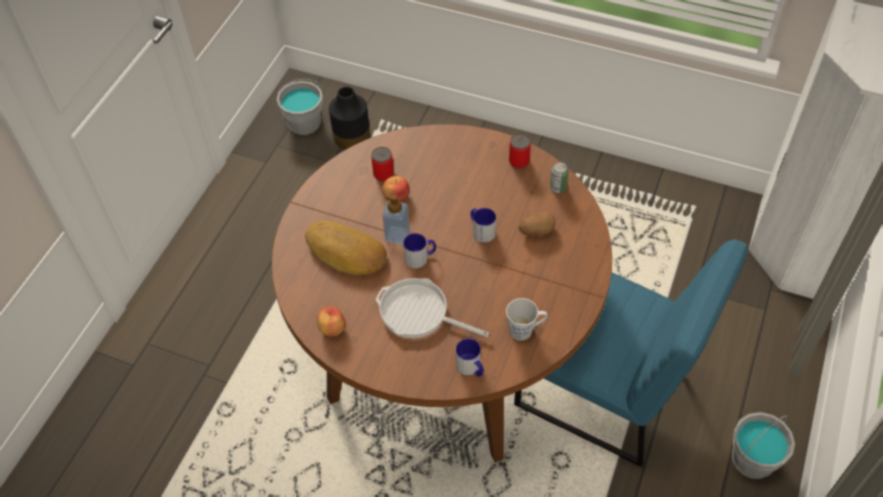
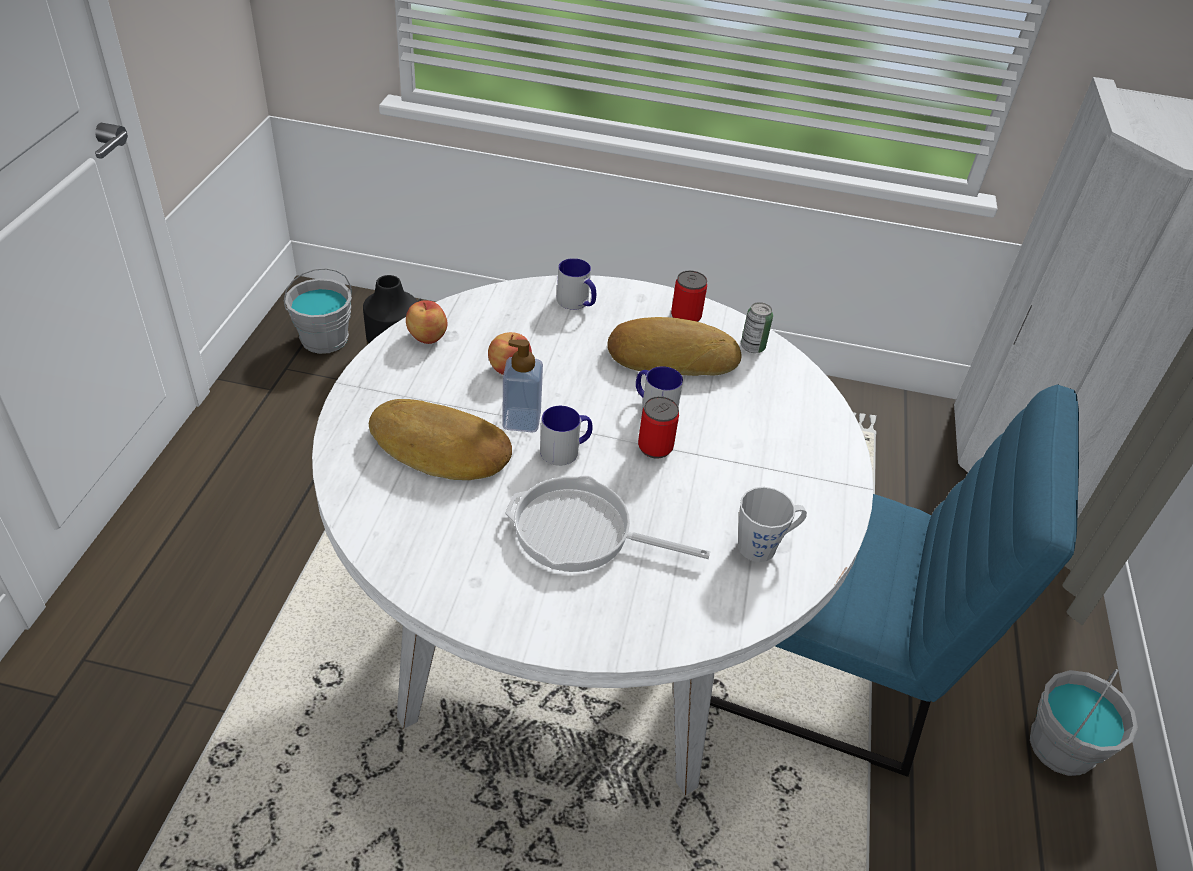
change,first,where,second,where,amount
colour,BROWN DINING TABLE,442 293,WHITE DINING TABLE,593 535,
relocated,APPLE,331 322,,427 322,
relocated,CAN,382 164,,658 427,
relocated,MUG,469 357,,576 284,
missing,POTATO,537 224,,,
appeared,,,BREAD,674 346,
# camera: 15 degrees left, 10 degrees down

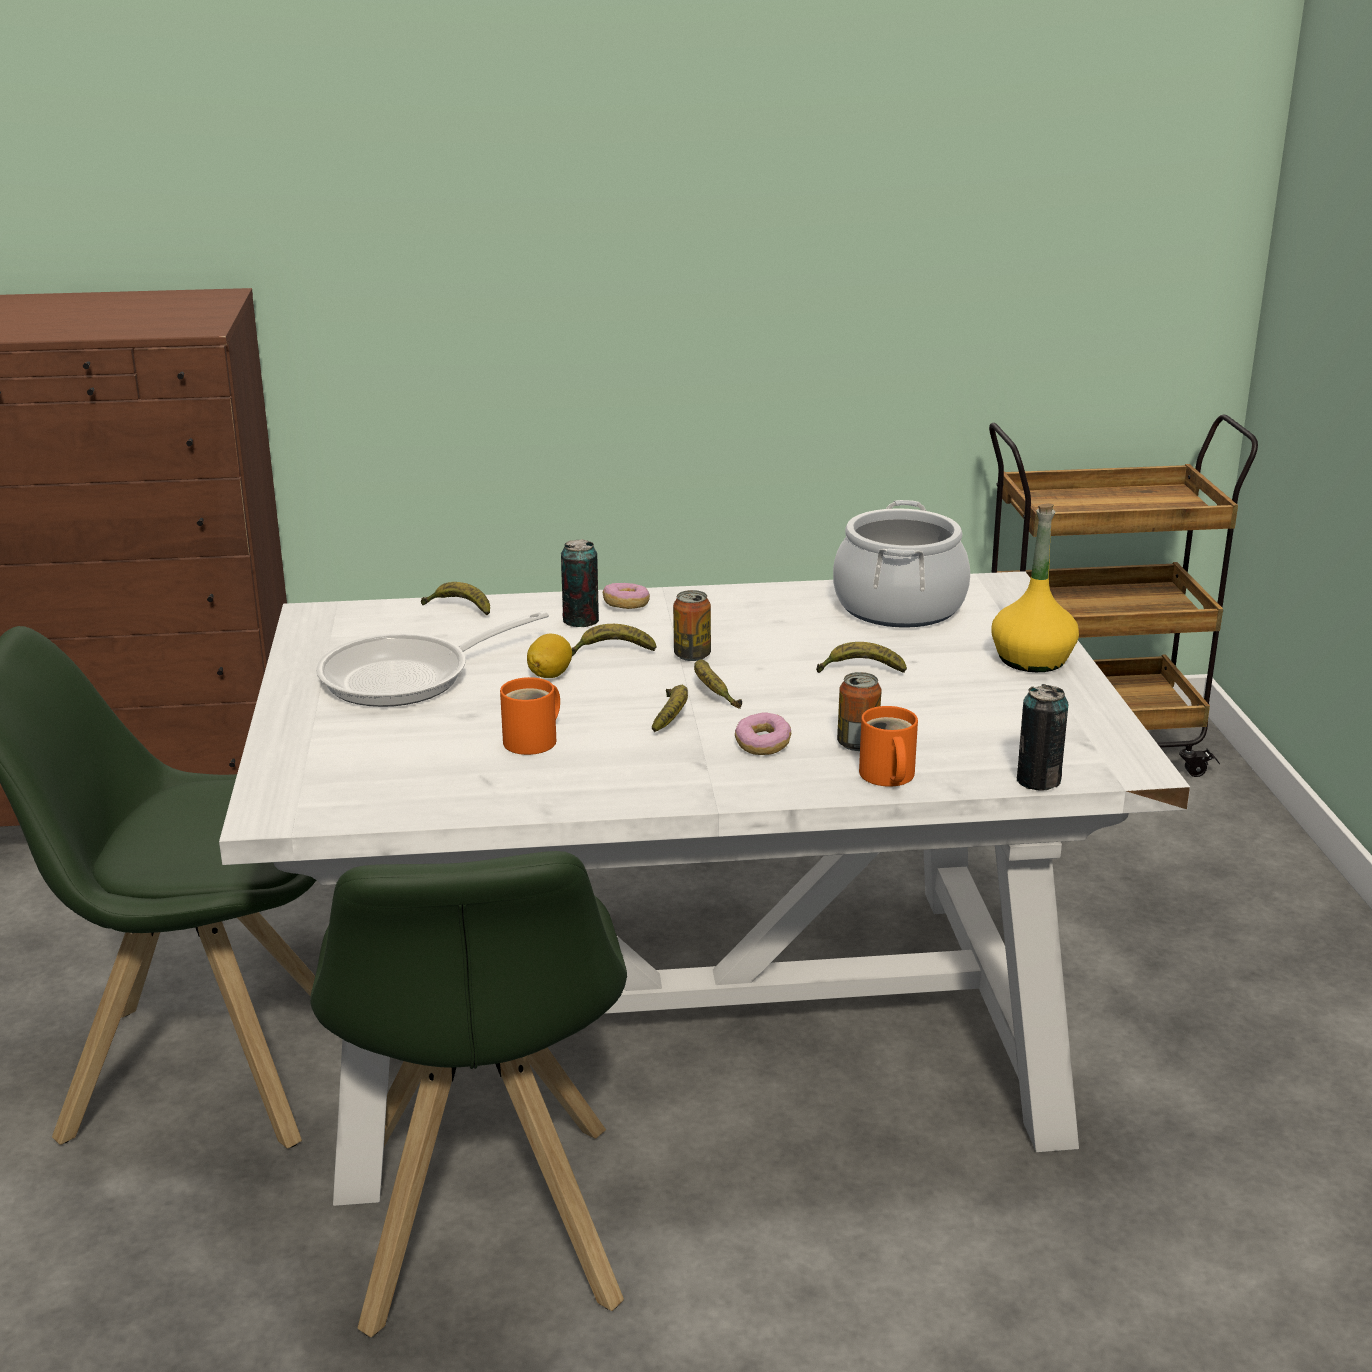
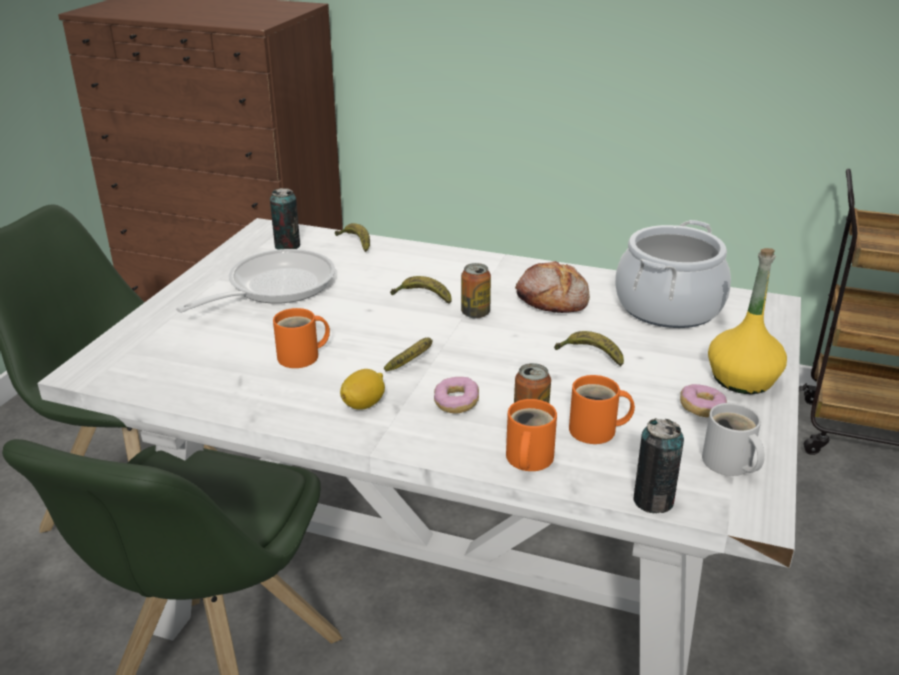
change,first,where,second,where,amount
spun,FRYING PAN,432 659,,255 281,135 degrees clockwise
relocated,LEMON,549 656,,362 389,
relocated,CAN,580 583,,285 219,
relocated,DONUT,626 596,,703 400,
missing,BANANA,718 684,,,
appeared,,,BREAD,552 287,
appeared,,,ORANGE MUG,602 409,
appeared,,,WHITE MUG,733 439,
# camera: 25 degrees right, 5 degrees up

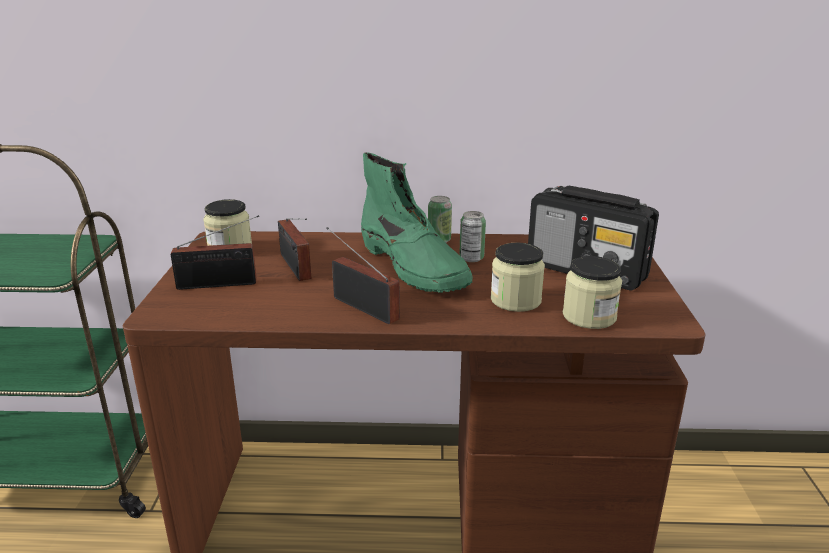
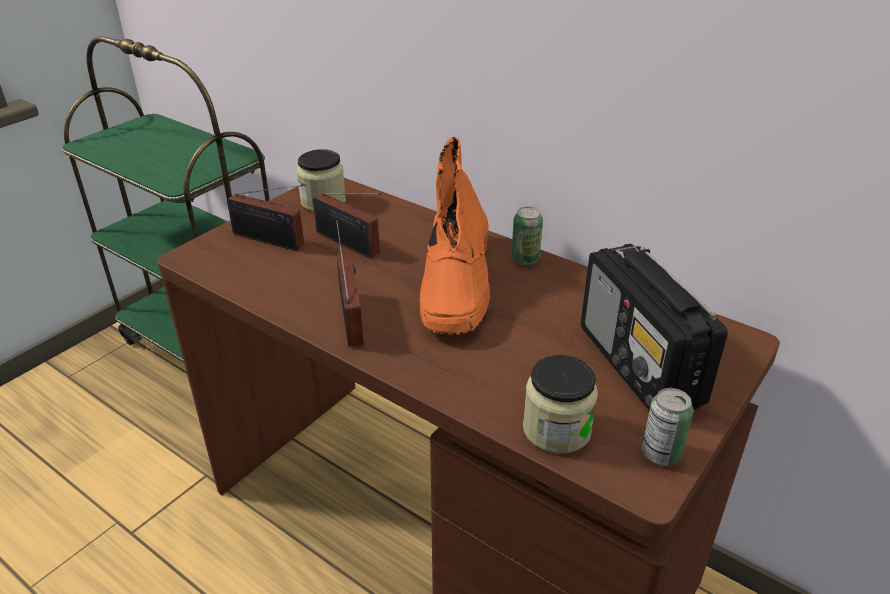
change,first,where,second,where,amount
spun,RADIO,294 249,,347 226,60 degrees counterclockwise
colour,GREEN BOOT,417 222,ORANGE BOOT,455 236,
relocated,CAN,472 236,,667 427,
missing,JAR,517 277,,,
# camera: 35 degrees right, 10 degrees up

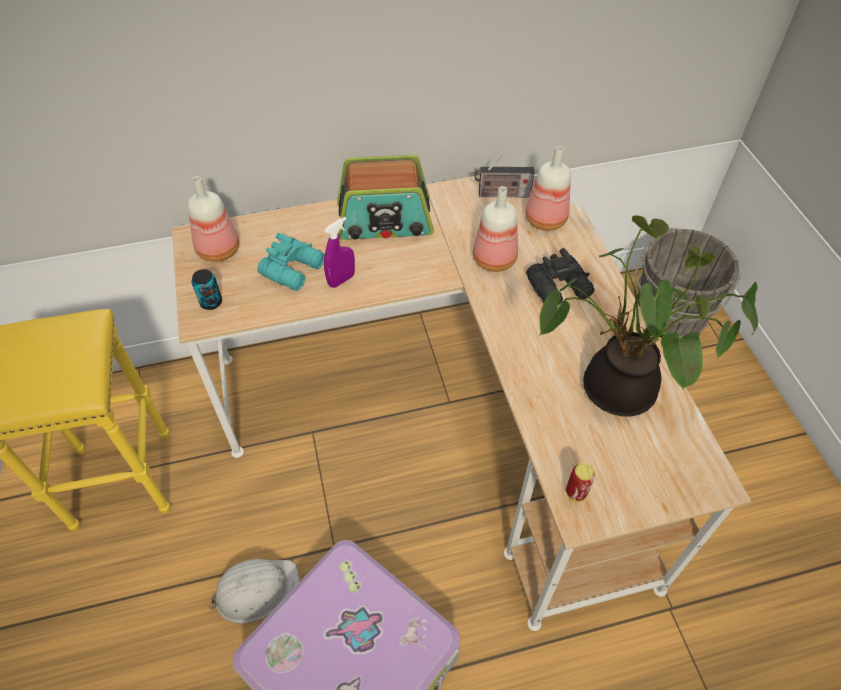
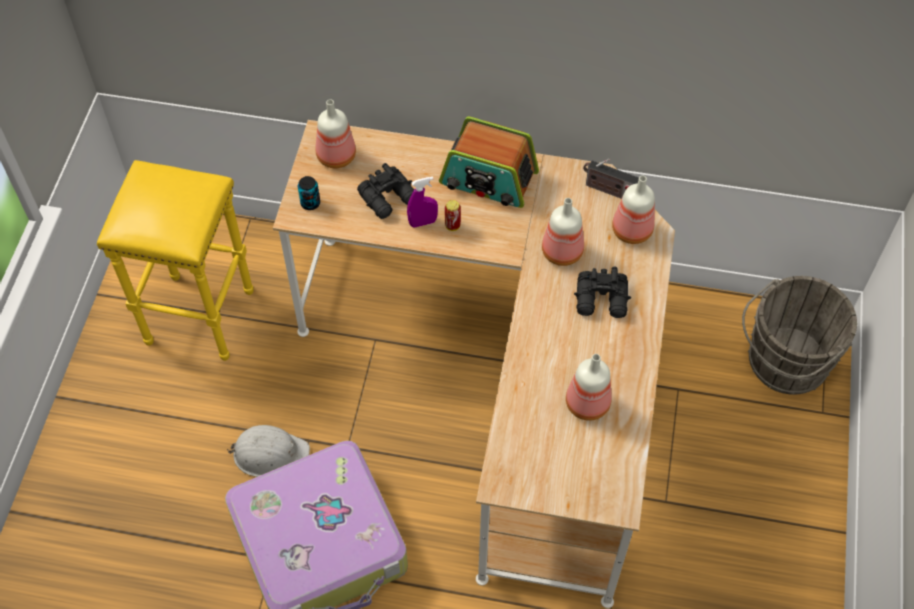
change,first,where,second,where,amount
colour,TURQUOISE BINOCULARS,291 262,BLACK BINOCULARS,385 191,
exchanged,POTTED PLANT,648 315,BOTTLE,589 387,
relocated,CAN,580 482,,453 215,
# camera: 25 degrees right, 5 degrees up

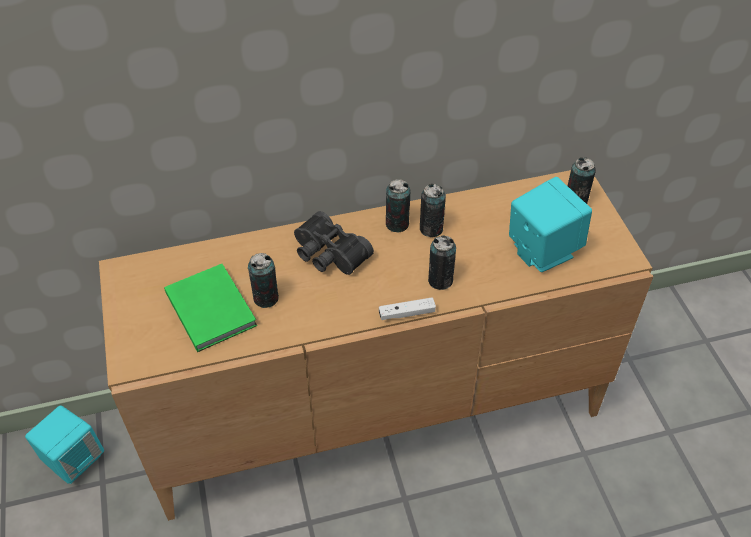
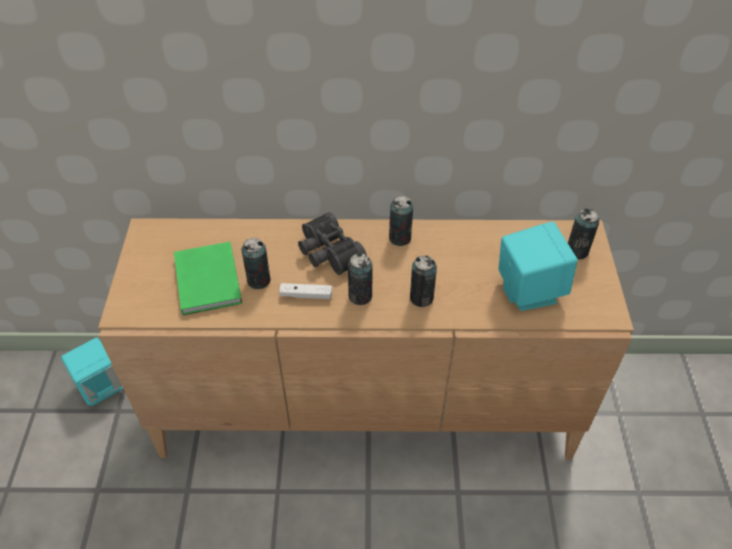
change,first,where,second,where,amount
relocated,WHITE GAME CONTROLLER,407 308,,305 291,
relocated,CAN,433 210,,360 279,
# camera: 15 degrees right, 0 degrees up

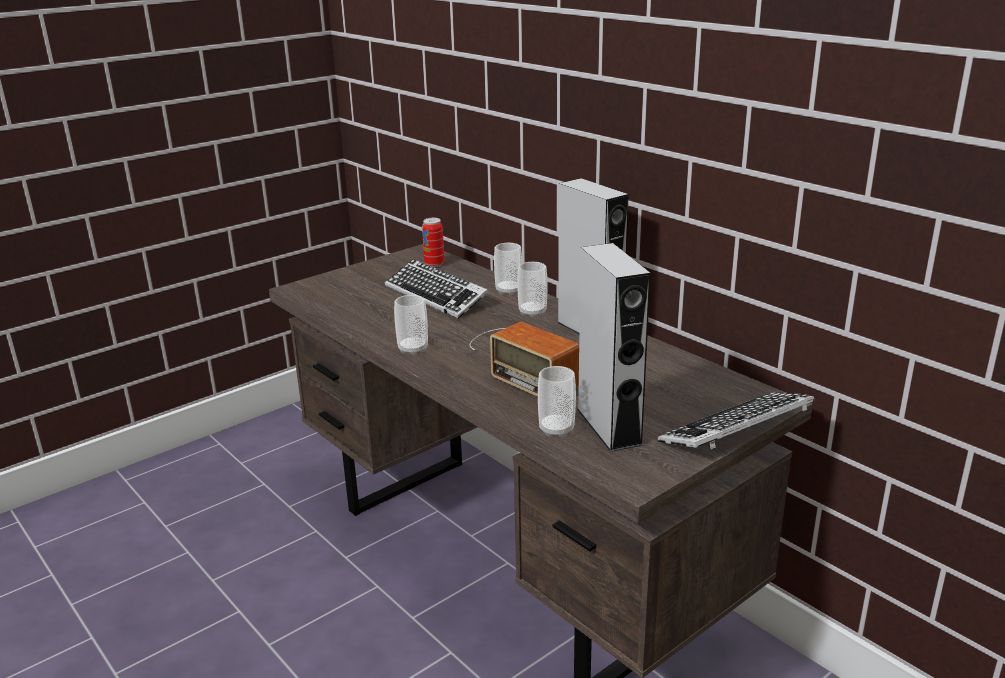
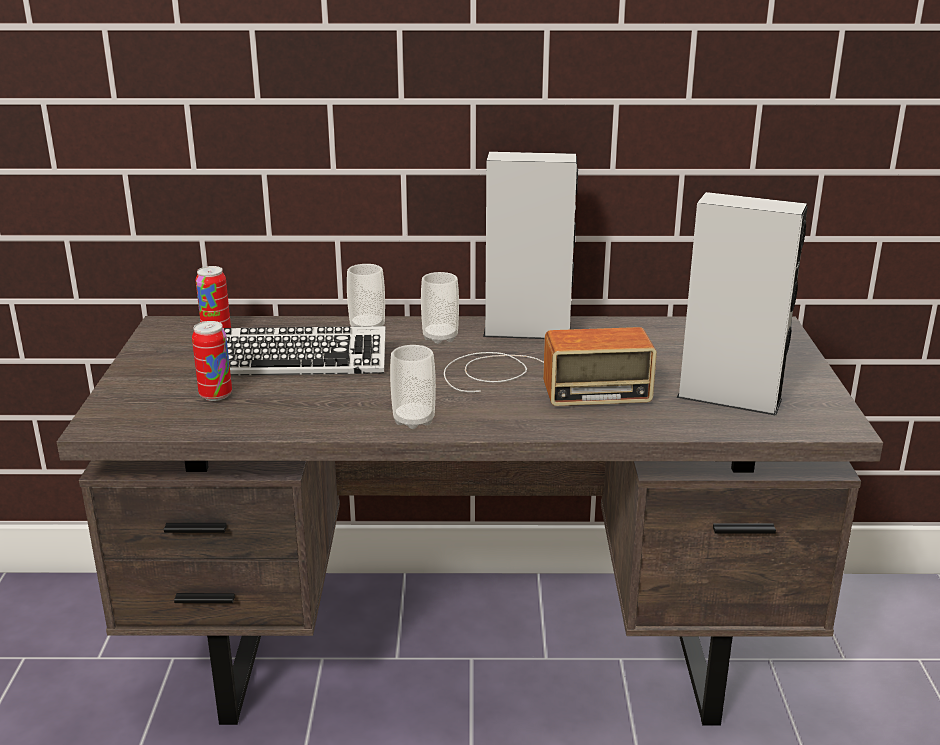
change,first,where,second,where,amount
missing,CUP,557 401,,,
missing,KEYBOARD,736 420,,,
appeared,,,CAN,212 361,
# camera: 50 degrees left, 0 degrees up

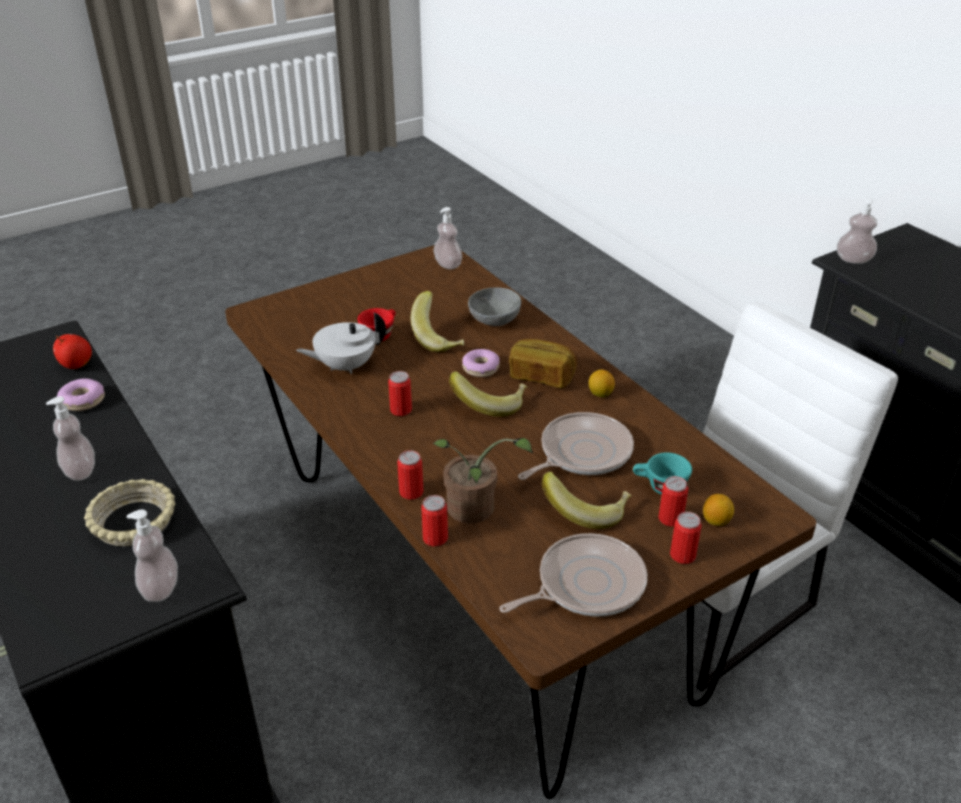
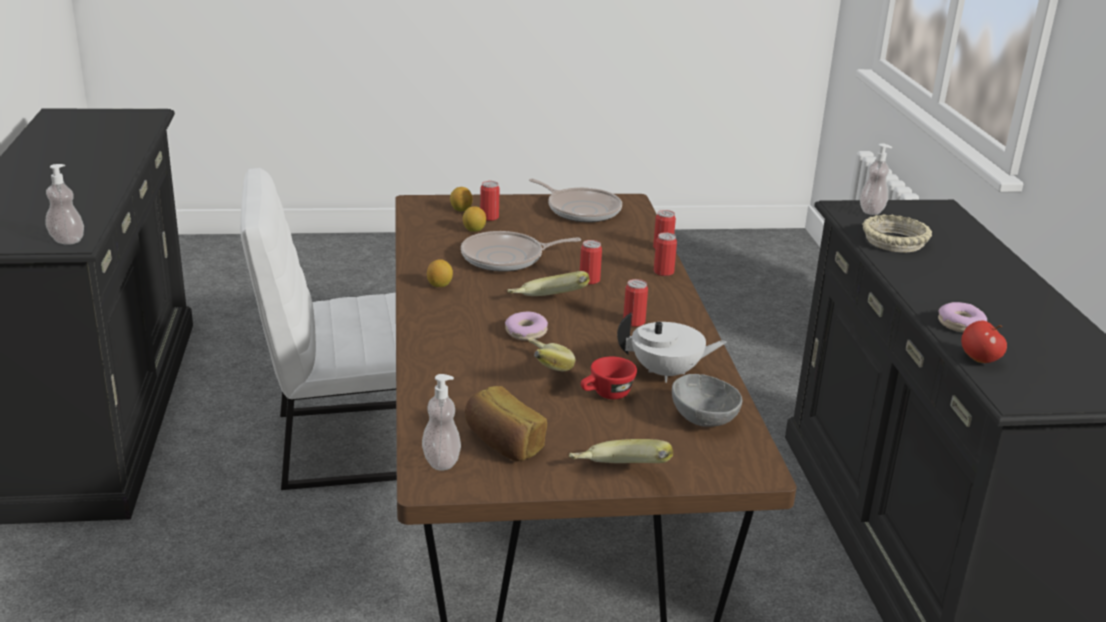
change,first,where,second,where,amount
missing,SOAP DISPENSER,70 438,,,
missing,POTTED PLANT,483 480,,,
relocated,GREY BOWL,494 306,,707 400,
spun,FRYING PAN,573 574,,575 200,135 degrees counterclockwise
relocated,BREAD,543 363,,506 423,
relocated,BANANA,587 500,,621 451,
exchanged,TURQUOISE CUP,662 474,LEMON,474 219,
relocated,CAN,686 538,,591 262,
# camera: 155 degrees left, 10 degrees down

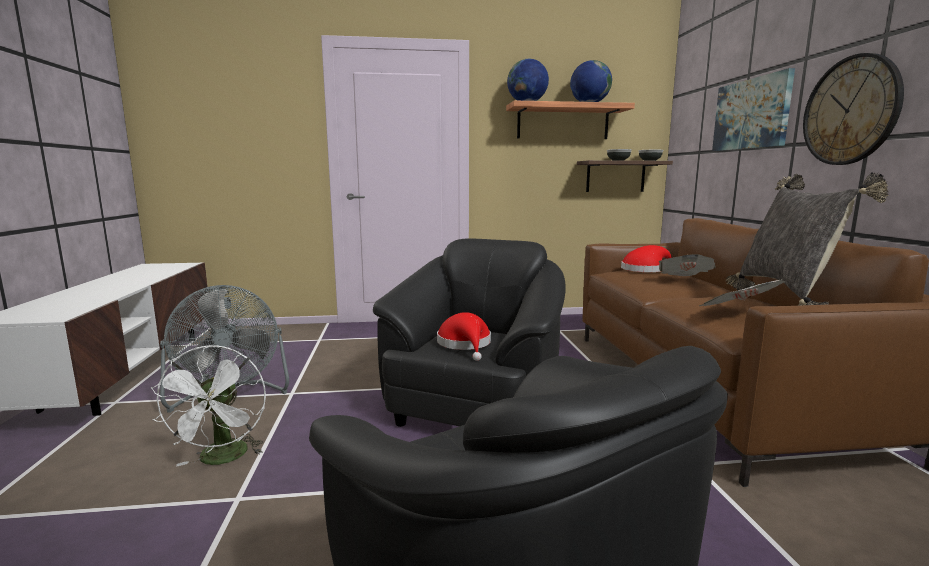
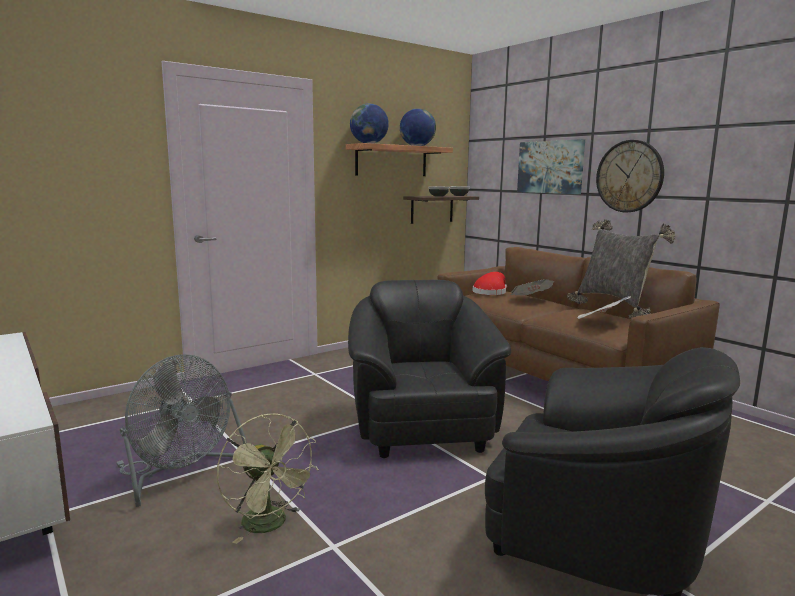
change,first,where,second,where,amount
colour,WHITE FAN,208 406,GREEN FAN,267 479,
missing,RED HAT,464 336,,,
# camera: 30 degrees left, 0 degrees up

